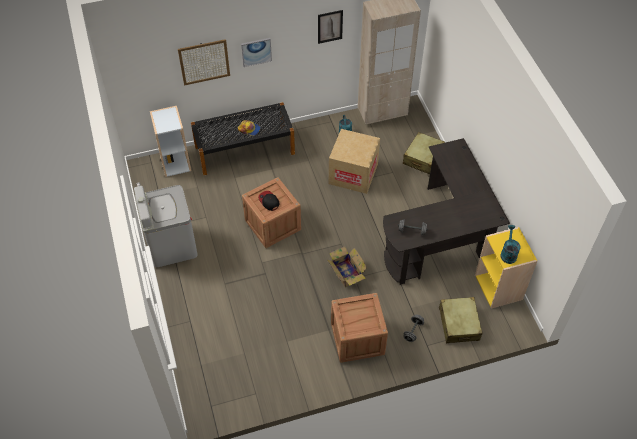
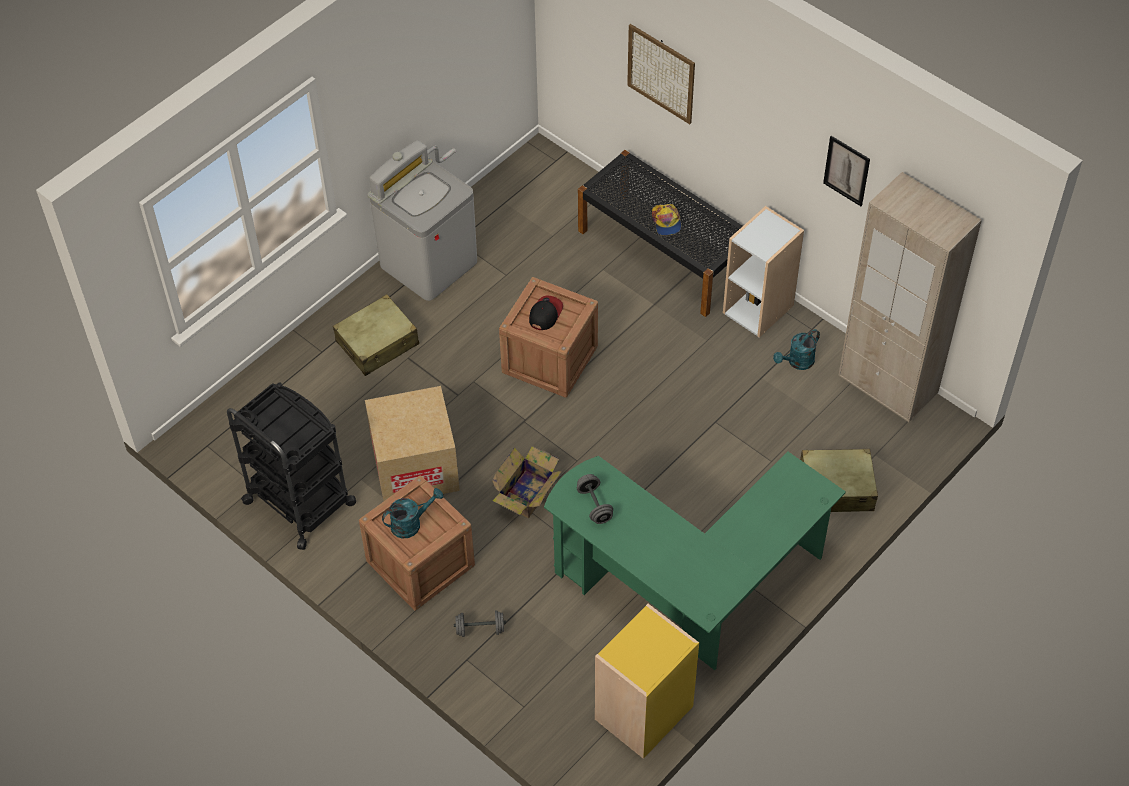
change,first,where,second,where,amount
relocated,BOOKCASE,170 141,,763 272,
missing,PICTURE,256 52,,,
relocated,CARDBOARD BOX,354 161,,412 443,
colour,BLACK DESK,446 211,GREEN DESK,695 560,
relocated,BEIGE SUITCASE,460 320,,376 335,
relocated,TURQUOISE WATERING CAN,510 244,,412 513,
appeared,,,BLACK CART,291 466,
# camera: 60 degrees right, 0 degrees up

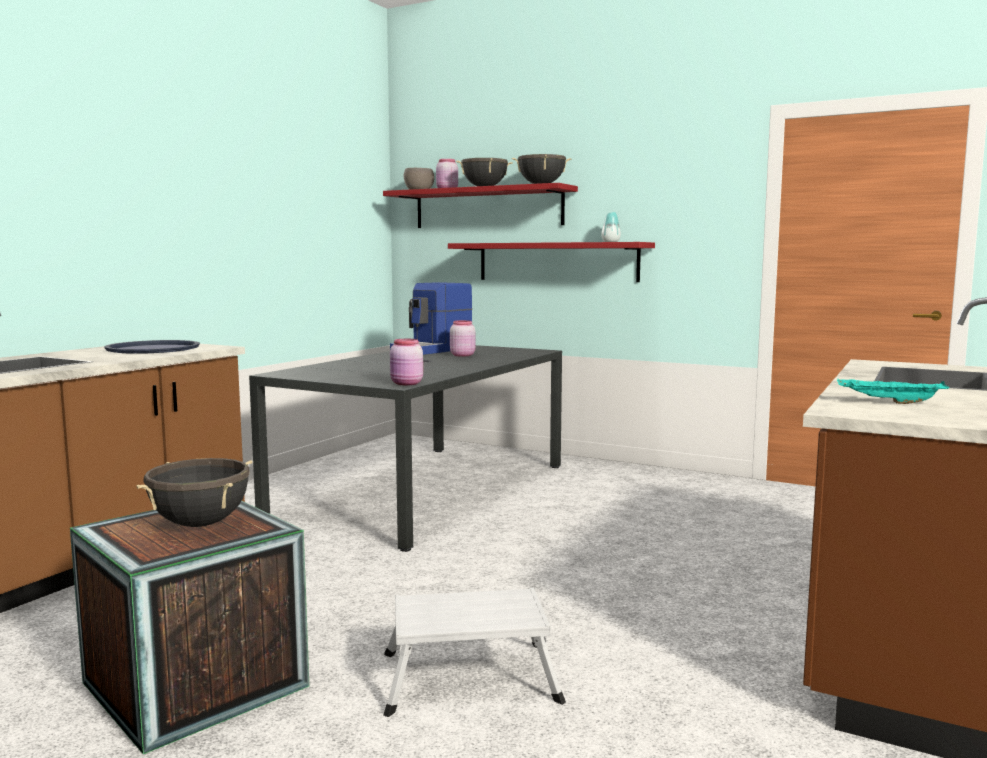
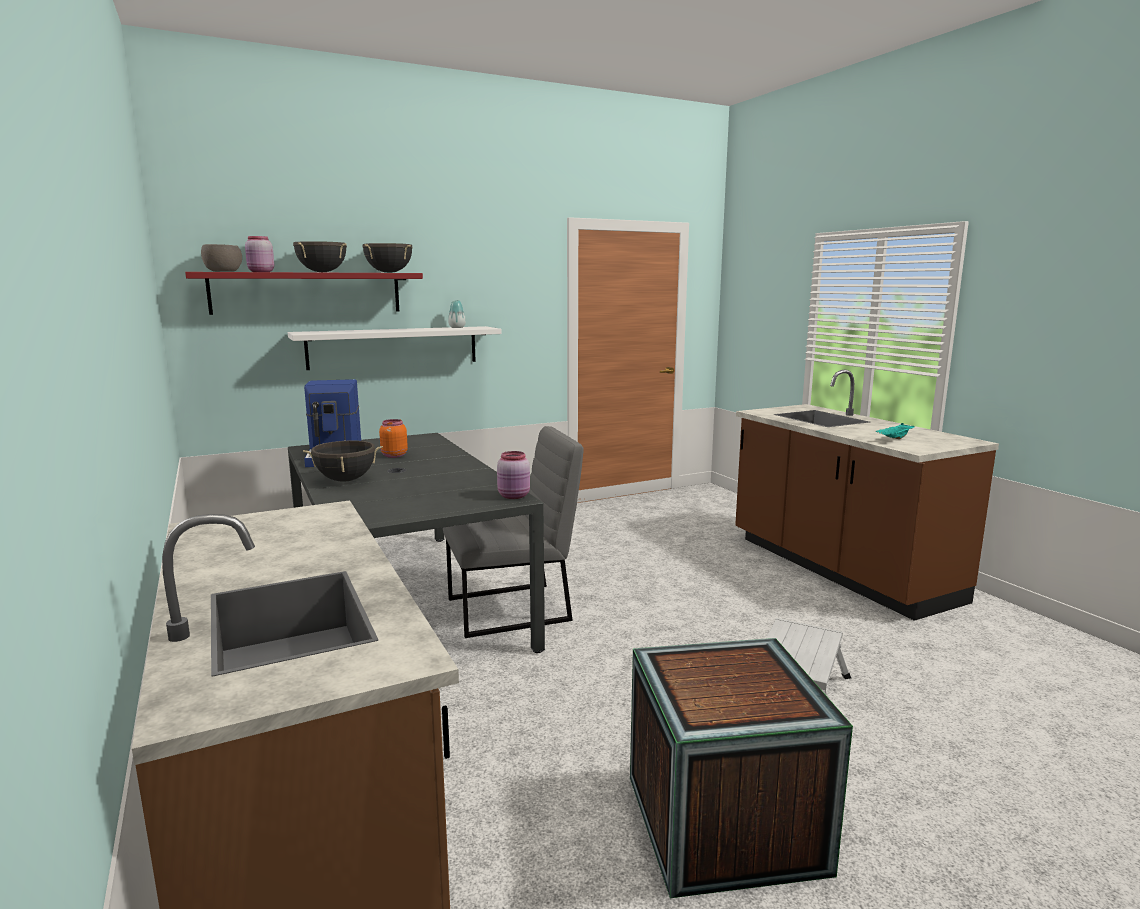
change,first,where,second,where,amount
missing,BLUE TRAY,152 347,,,
relocated,BLACK COOKING POT,194 492,,343 461,
colour,RED SHELF,551 262,WHITE SHELF,395 348,
colour,PINK JAR,463 338,ORANGE JAR,393 438,
appeared,,,GREY CHAIR,513 532,
# camera: 55 degrees left, 5 degrees up

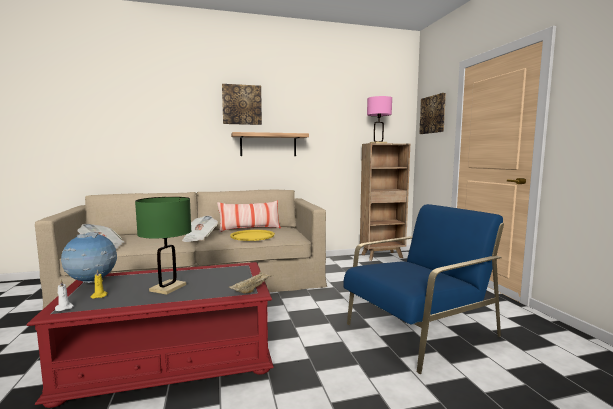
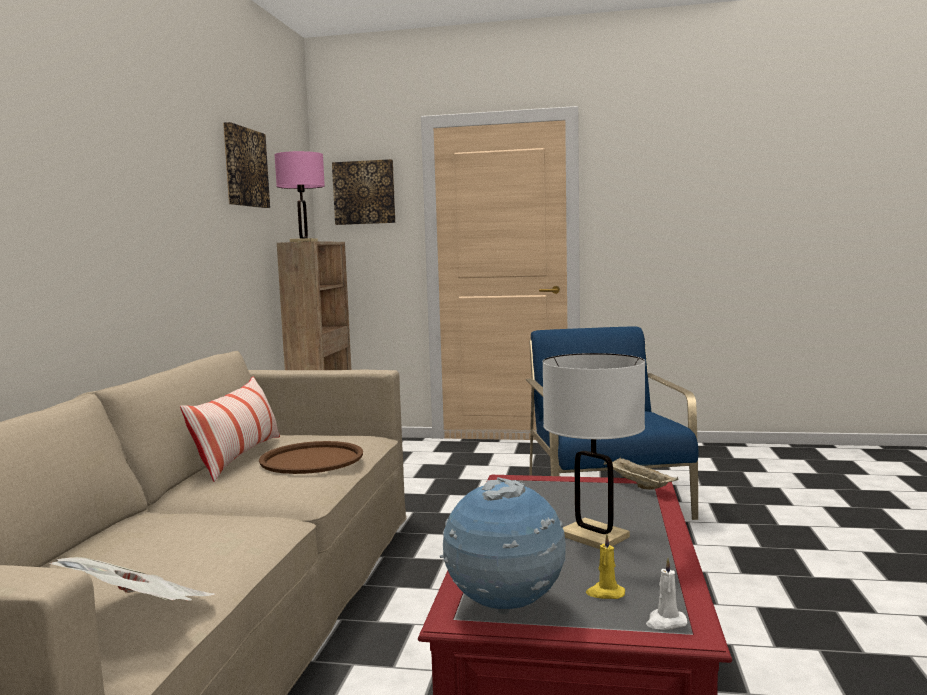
change,first,where,second,where,amount
colour,GREEN TABLE LAMP,163 246,WHITE TABLE LAMP,593 451,
missing,NEWSPAPER,200 228,,,
relocated,PICTURE,242 104,,246 165,
colour,YELLOW TRAY,252 235,BROWN TRAY,311 457,
missing,SHELF,270 144,,,
# camera: 65 degrees left, 0 degrees up

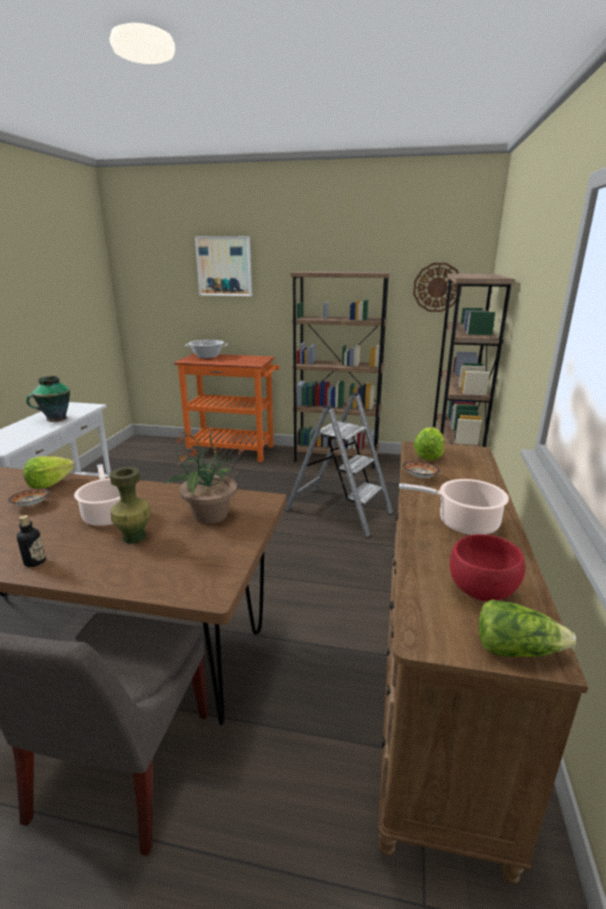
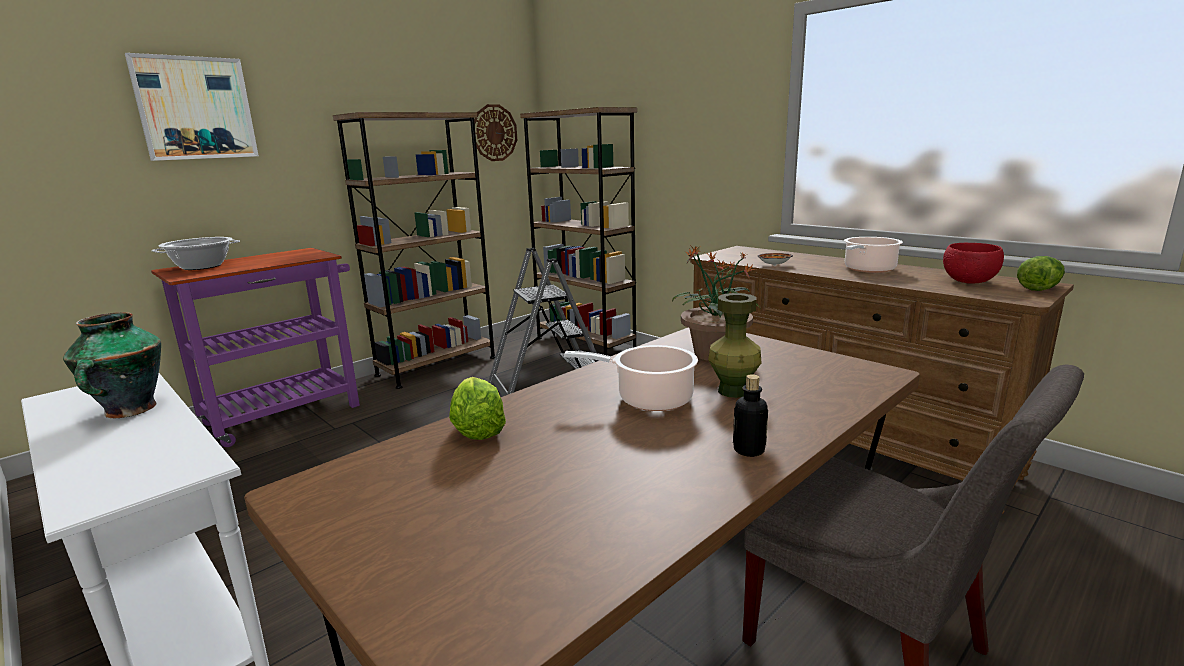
change,first,where,second,where,amount
missing,BOWL,29 497,,,
colour,ORANGE CART,226 407,PURPLE CART,255 347,
missing,LETTUCE,429 443,,,
# camera: 55 degrees left, 5 degrees down

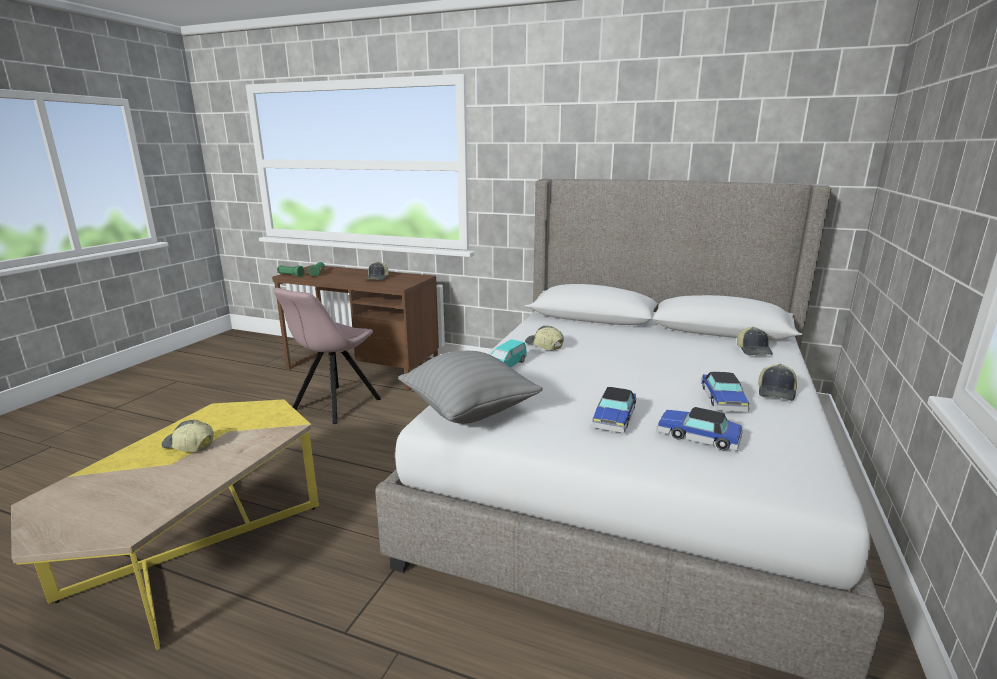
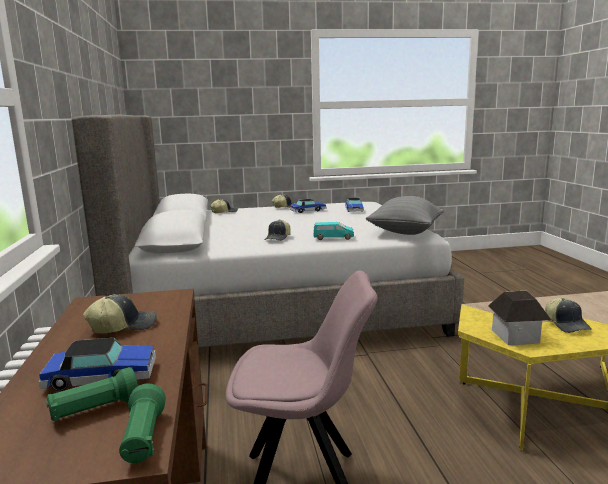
change,first,where,second,where,amount
relocated,TOY CAR,613 410,,97 364,
appeared,,,TOY HOUSE,519 317,
# camera: 120 degrees left, 5 degrees down

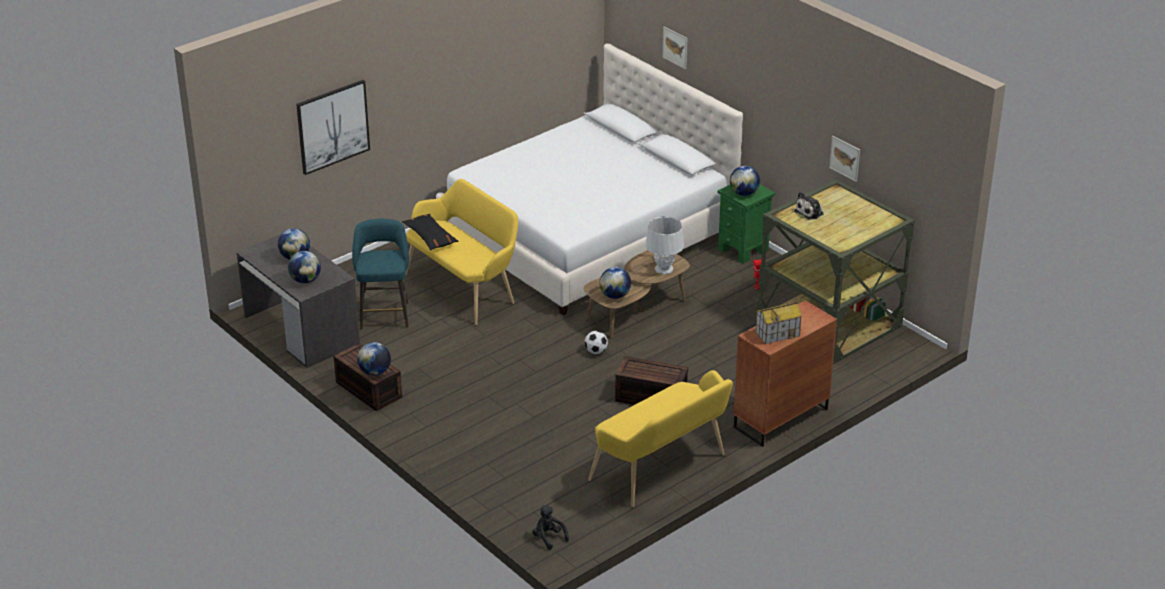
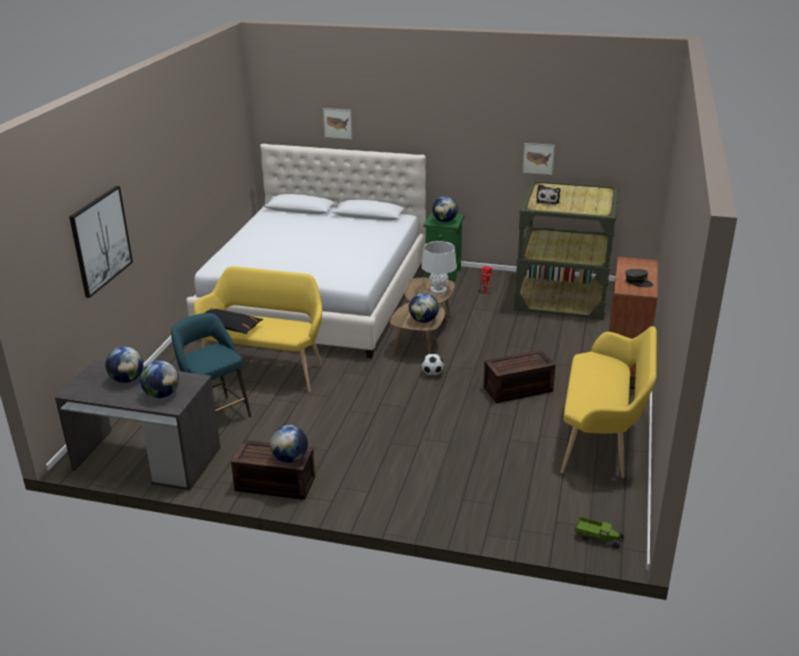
change,first,where,second,where,amount
exchanged,BLACK PLUSH TOY,550 527,TOY TRUCK,599 533,
exchanged,TOY HOUSE,778 323,GREY CAP,639 278,
# camera: 35 degrees left, 5 degrees down

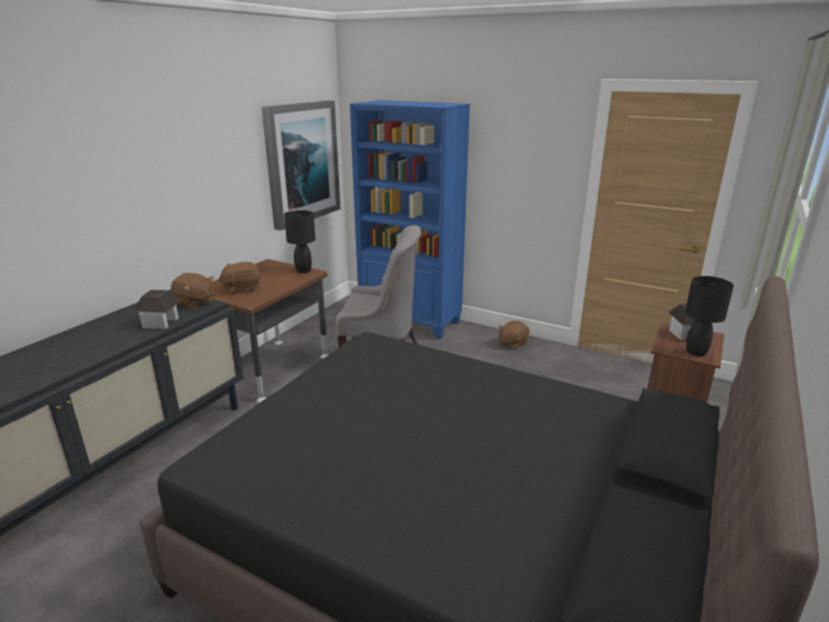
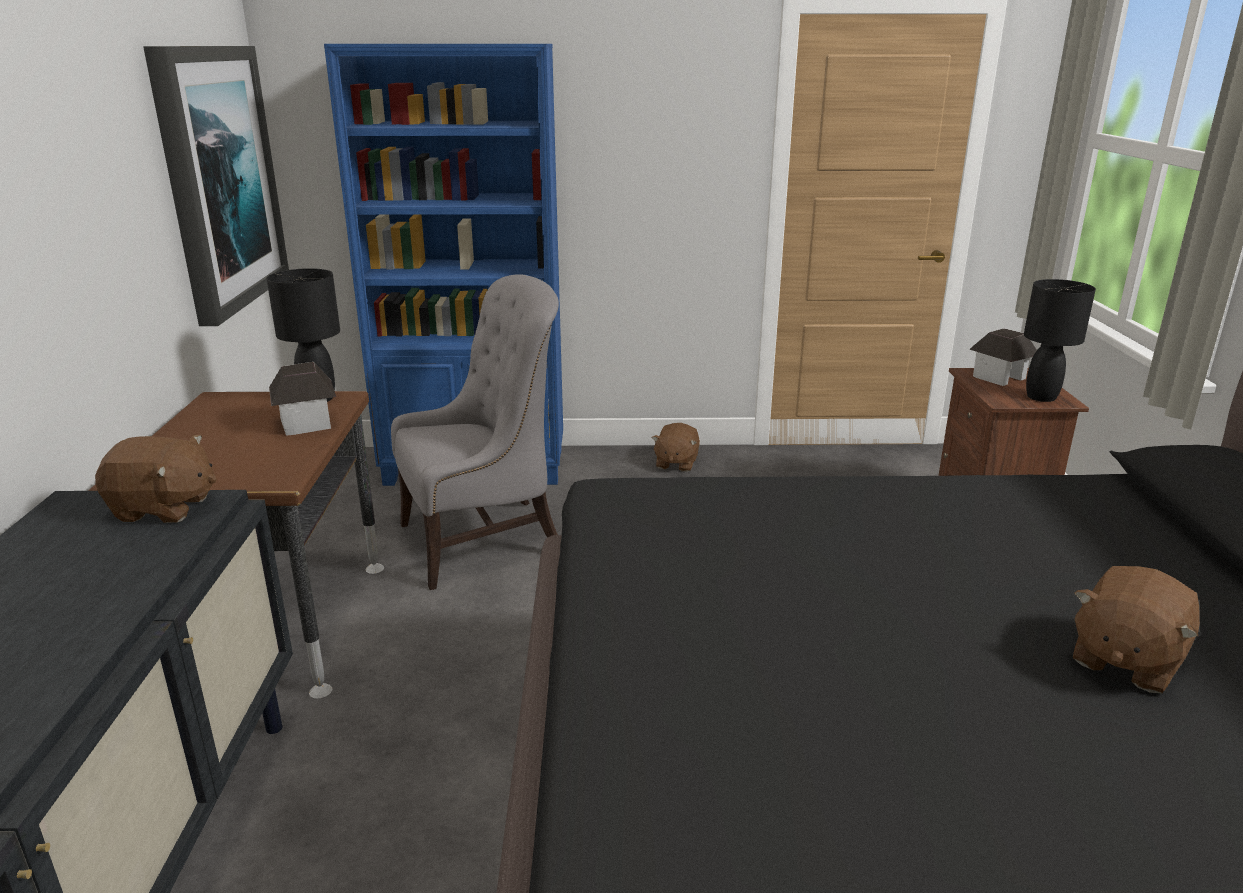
change,first,where,second,where,amount
relocated,TOY HOUSE,157 309,,302 399,
relocated,BROWN PLUSH TOY,240 278,,1136 629,
# camera: 30 degrees left, 0 degrees up

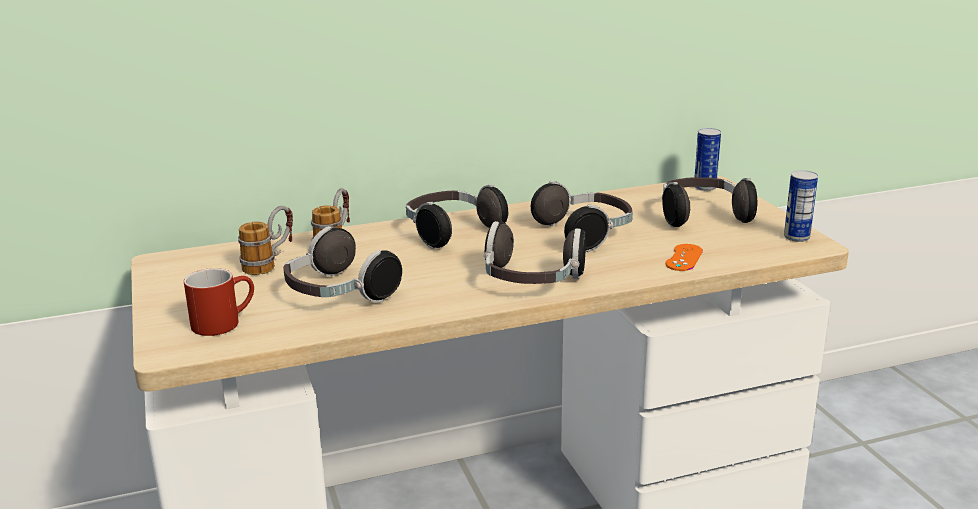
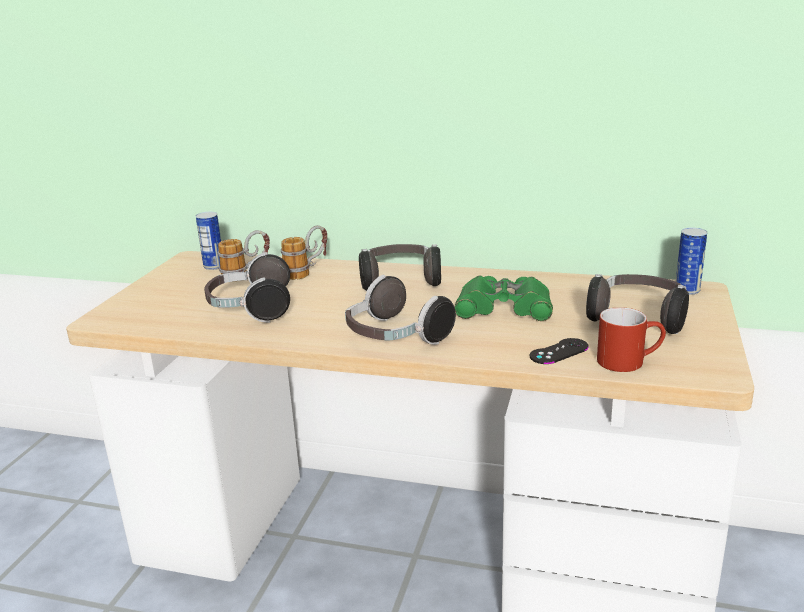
change,first,where,second,where,amount
relocated,RED MUG,219 302,,631 339,
exchanged,HEADPHONES,582 216,GREEN BINOCULARS,504 298,
colour,ORANGE GAME CONTROLLER,684 257,BLACK GAME CONTROLLER,559 351,
relocated,CAN,801 206,,208 241,
# camera: 35 degrees right, 0 degrees up

